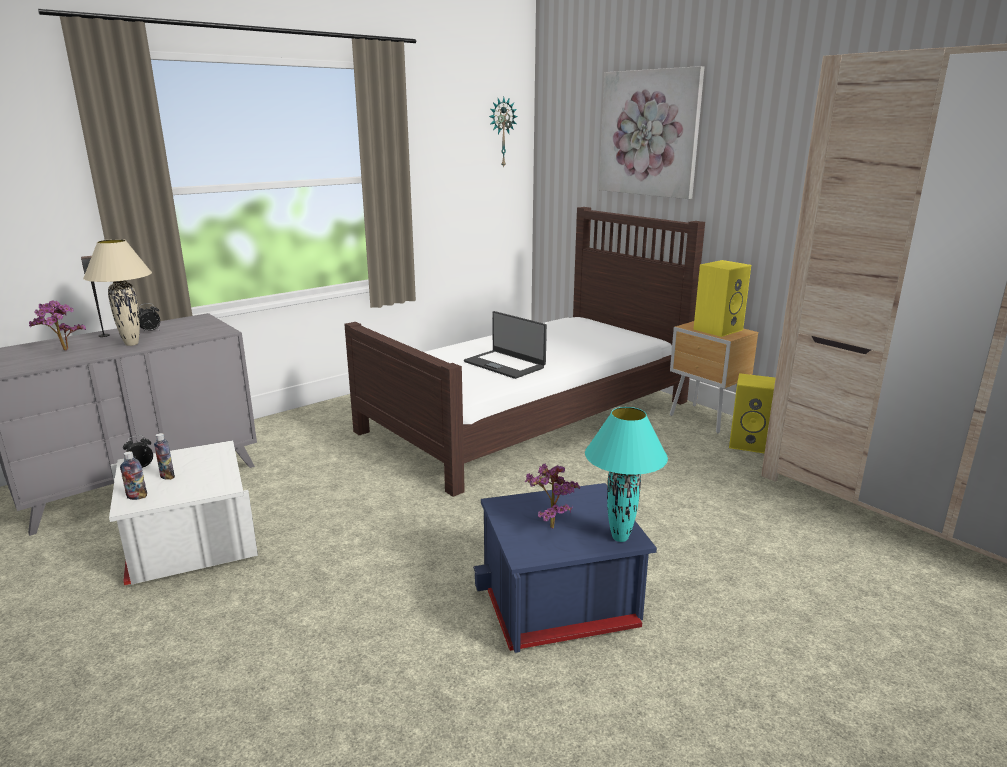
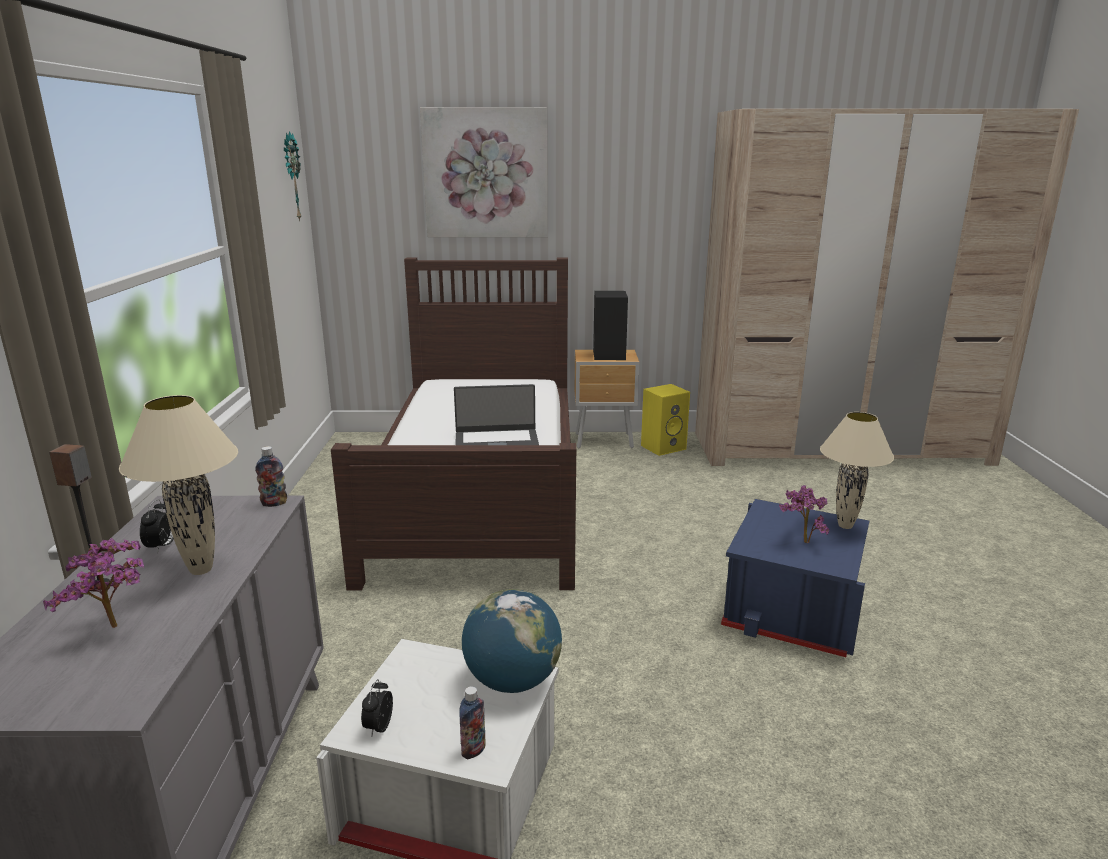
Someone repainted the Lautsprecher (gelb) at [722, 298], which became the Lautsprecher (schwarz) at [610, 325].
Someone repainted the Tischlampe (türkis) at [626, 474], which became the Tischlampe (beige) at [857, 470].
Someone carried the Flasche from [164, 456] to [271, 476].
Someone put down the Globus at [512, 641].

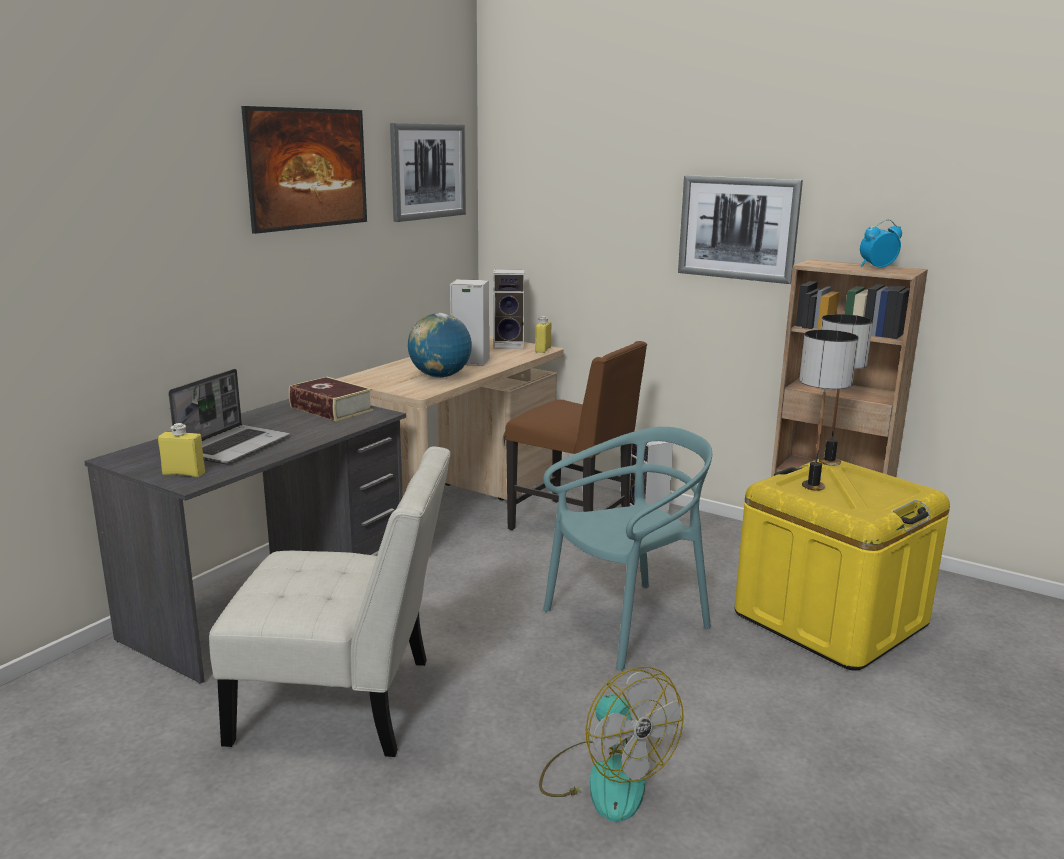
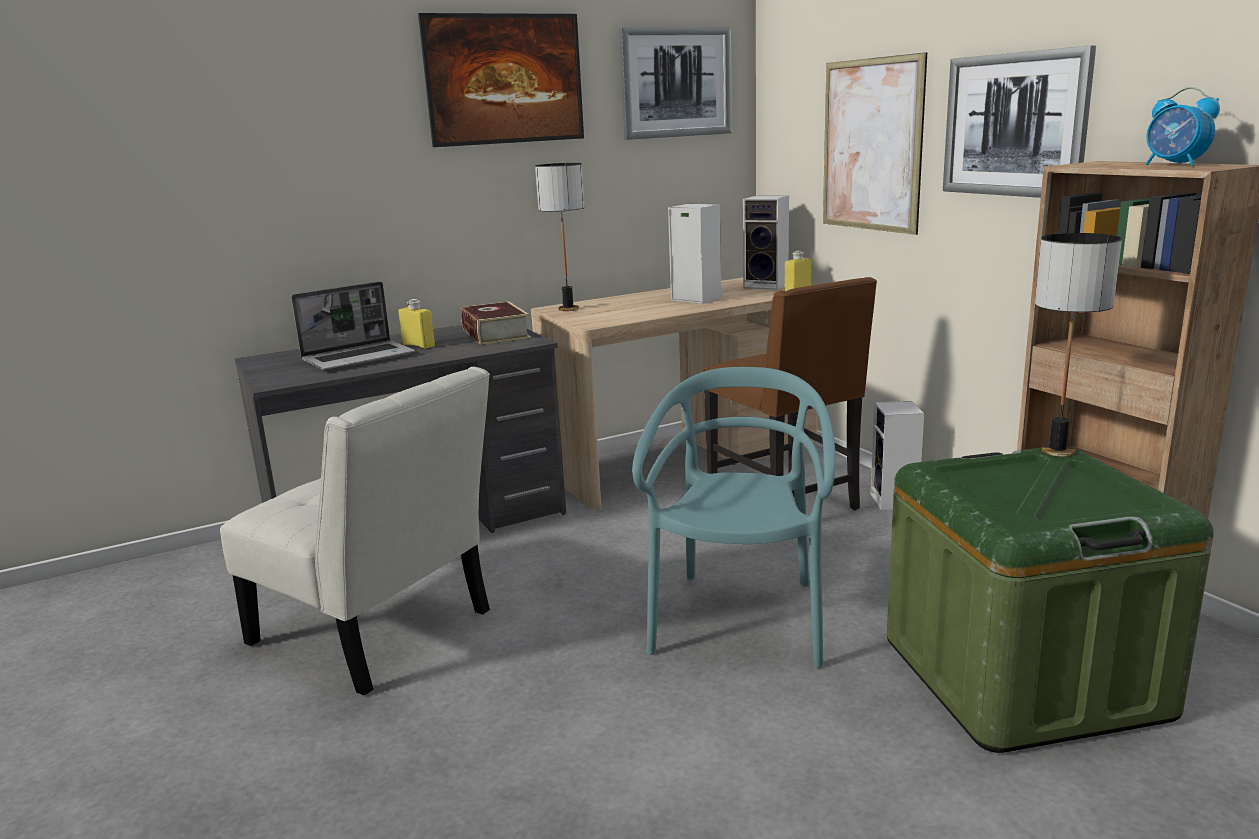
Someone rotated the Wecker at [881, 243] by 135 degrees counterclockwise.
Someone took away the Globus at [440, 345].
Someone carried the Tischlampe from [829, 410] to [560, 237].
Someone carried the Flasche (gelb) from [181, 450] to [416, 324].
Someone rotated the Stuhl (türkis) at [627, 549] by 75 degrees counterclockwise.
Someone repainted the Aufbewahrungsbox (gelb) at [842, 565], which became the Aufbewahrungsbox (grün) at [1050, 599].
Someone took away the Ventilator at [611, 744].
Someone put up the Bild at [875, 143].

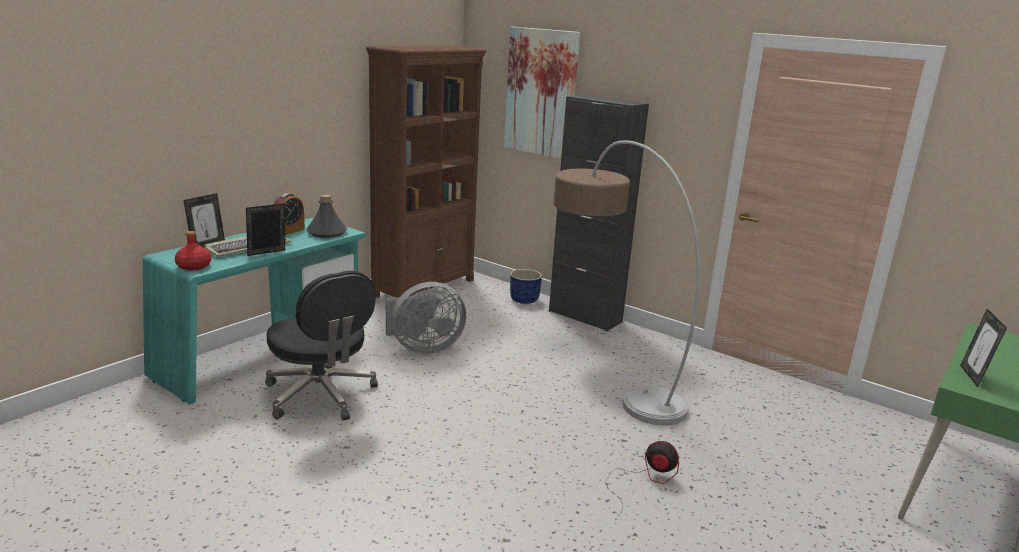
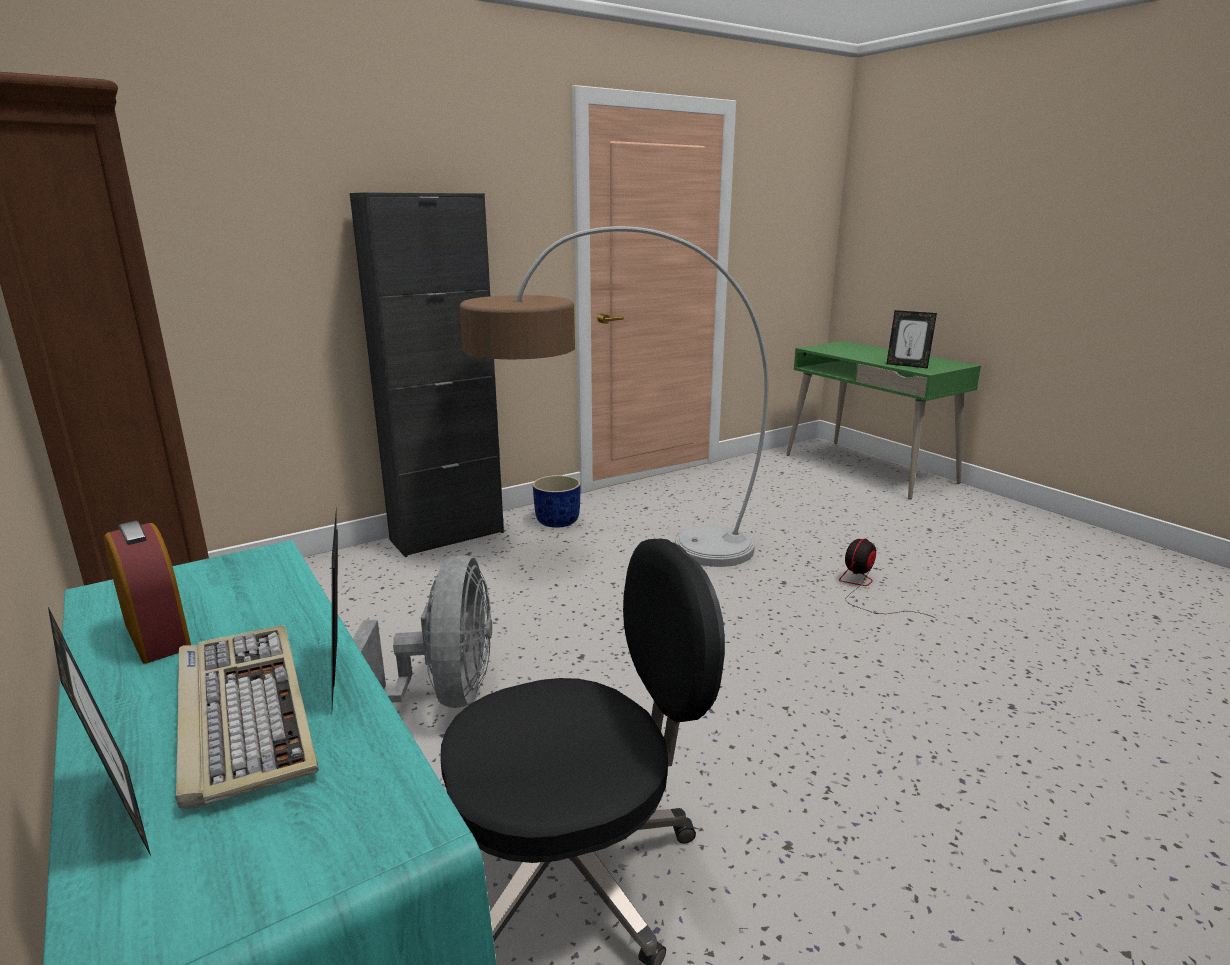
Someone took away the Bild at [542, 93].
Someone took away the Flasche (grau) at [326, 216].
Someone took away the Flasche (rot) at [193, 250].
Someone carried the Pflanzkübel (blau) from [526, 286] to [557, 501].

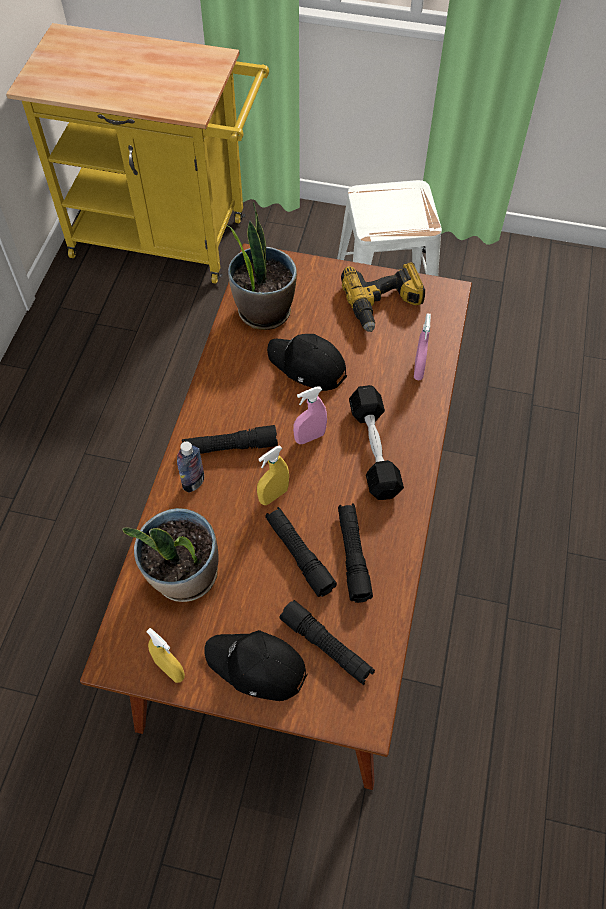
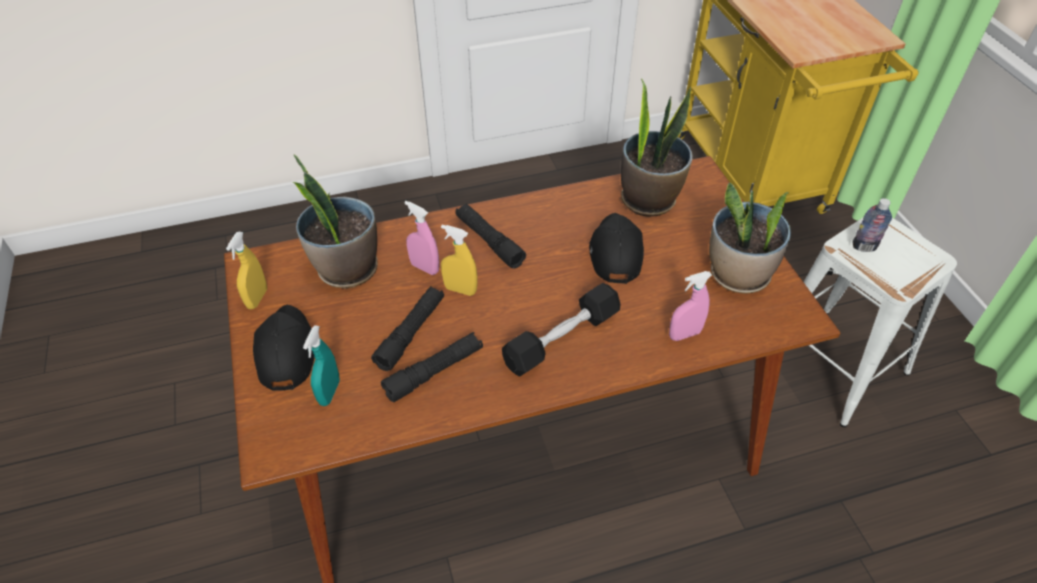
Someone swapped the Bohrmaschine at [383, 297] for the Topfpflanze at [750, 237].
Someone carried the Sprühflasche (rosa) from [310, 415] to [421, 238].
Someone carried the Flasche from [190, 467] to [872, 225].
Someone swapped the Taschenlampe (schwarz) at [327, 642] for the Sprühflasche (türkis) at [321, 365].

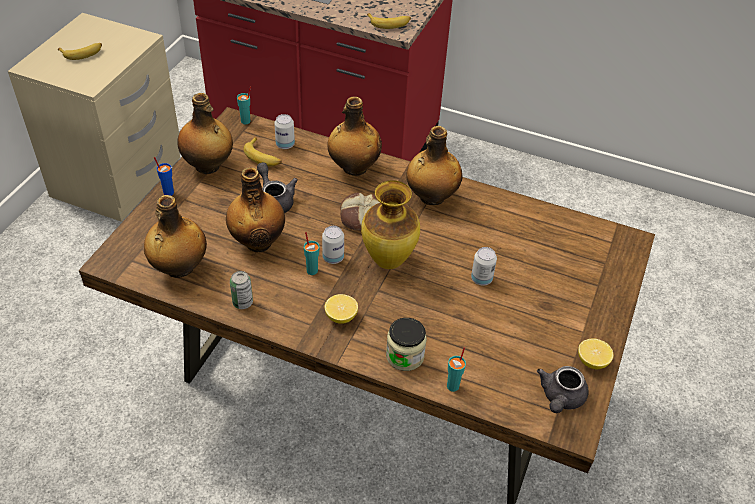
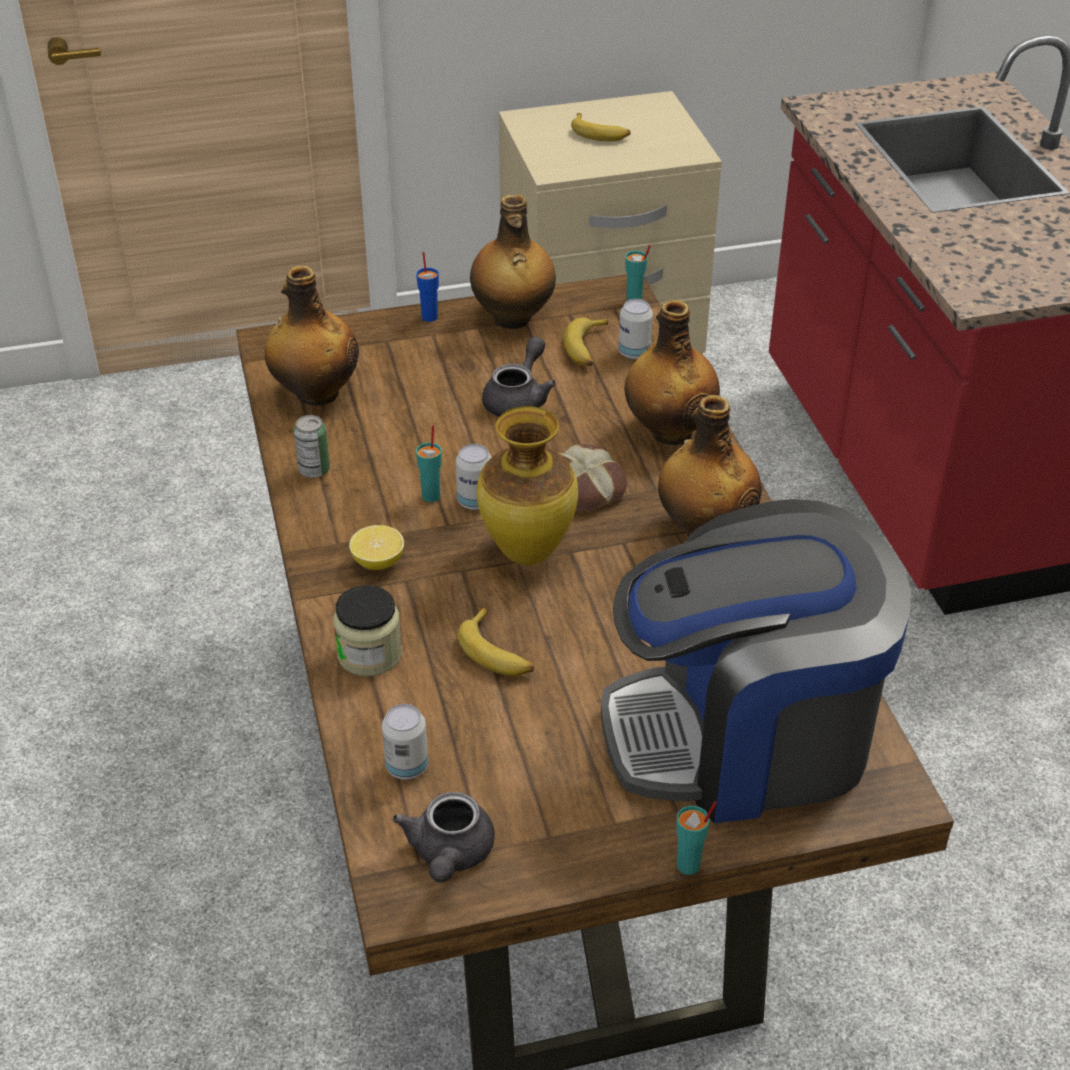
Someone carried the Banane from [389, 21] to [496, 641].
Someone took away the Flasche at [255, 209].
Someone carried the Dose from [484, 266] to [405, 742].
Someone took away the Zitrone at [595, 354].
Someone carried the Tasse (türkis) from [456, 369] to [696, 838].
Someone rotated the Teekanne (grau) at [563, 389] by 75 degrees counterclockwise.
Someone put down the Kaffeemaschine at [756, 661].

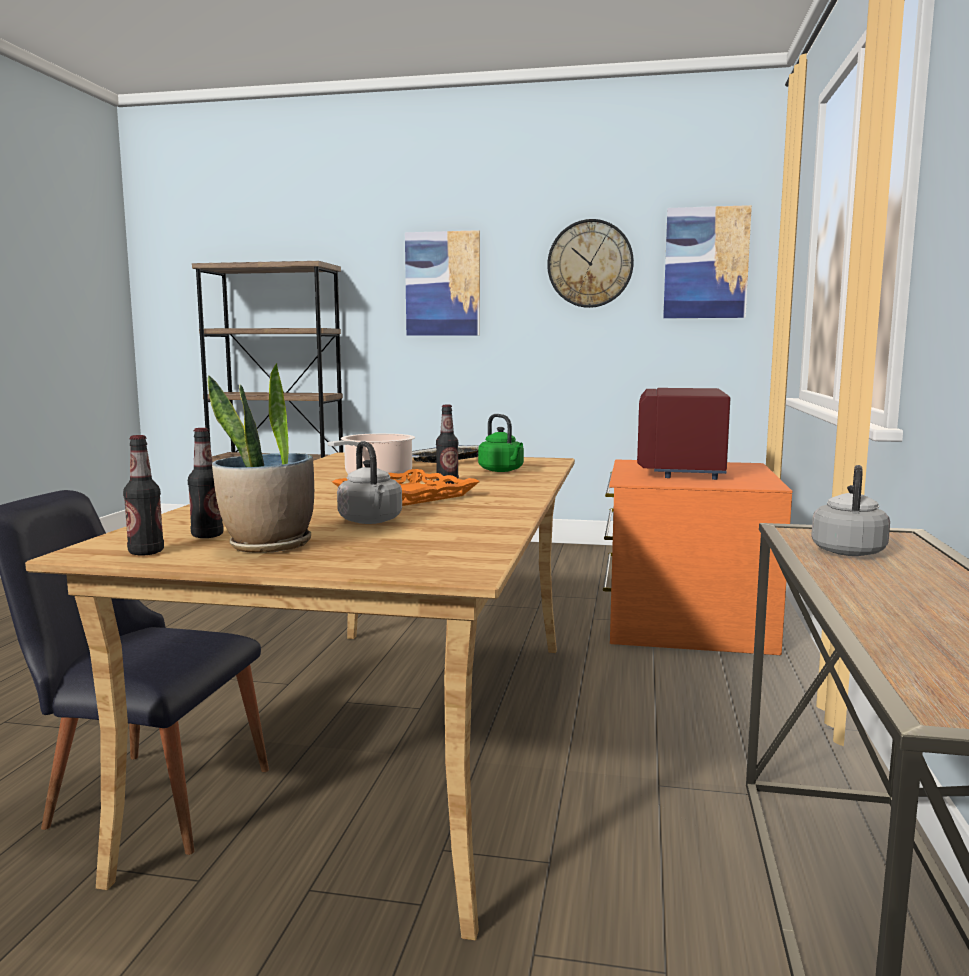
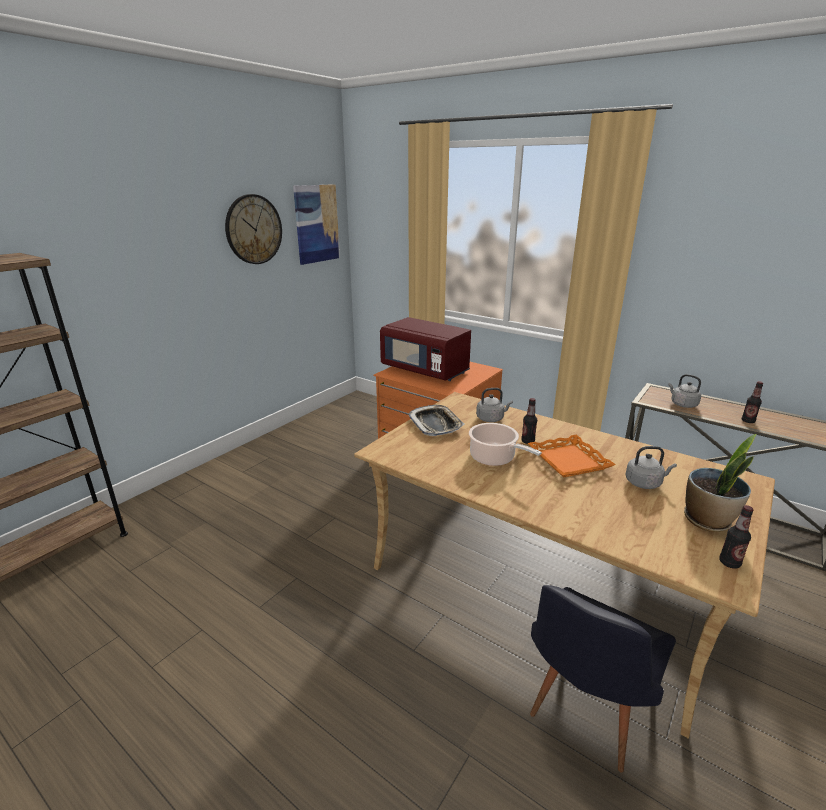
Someone took away the Bild at [442, 283].
Someone repainted the Wasserkessel (grün) at [501, 443], which became the Wasserkessel (grau) at [494, 405].
Someone carried the Flasche from [205, 483] to [752, 402].

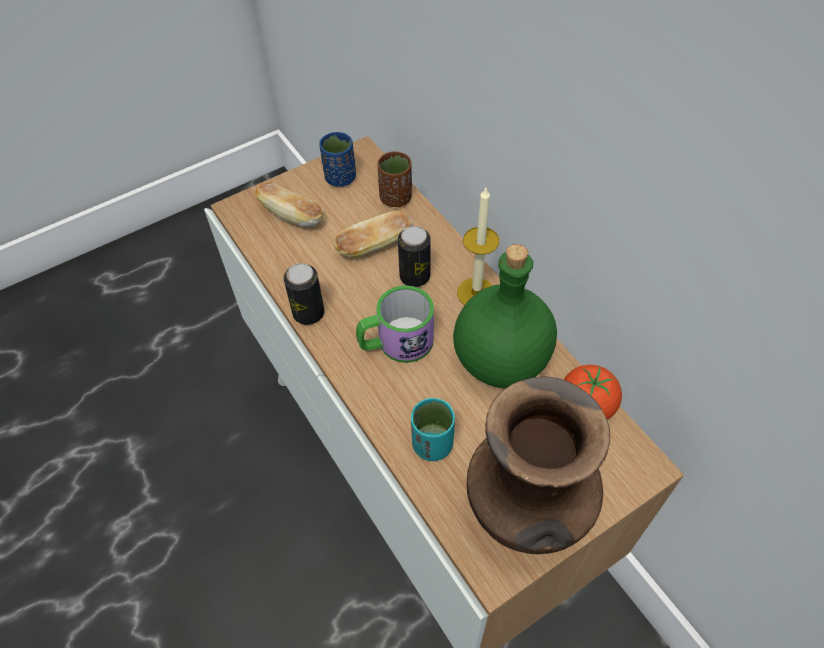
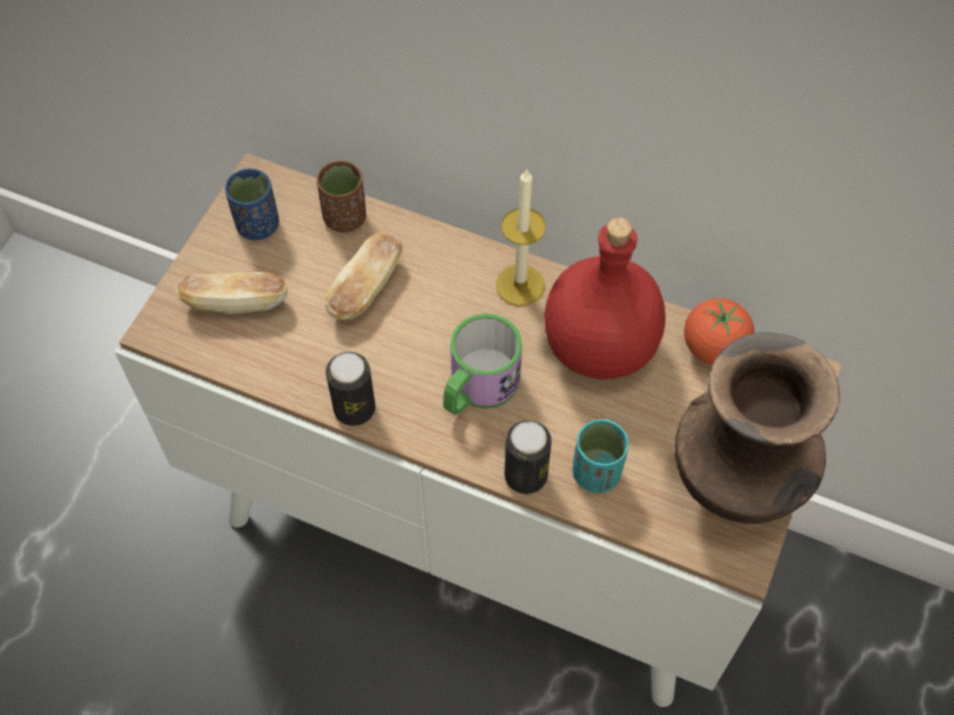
Someone carried the Dose from [414, 256] to [528, 457].
Someone repainted the Flasche (grün) at [505, 316], which became the Flasche (rot) at [605, 298].

